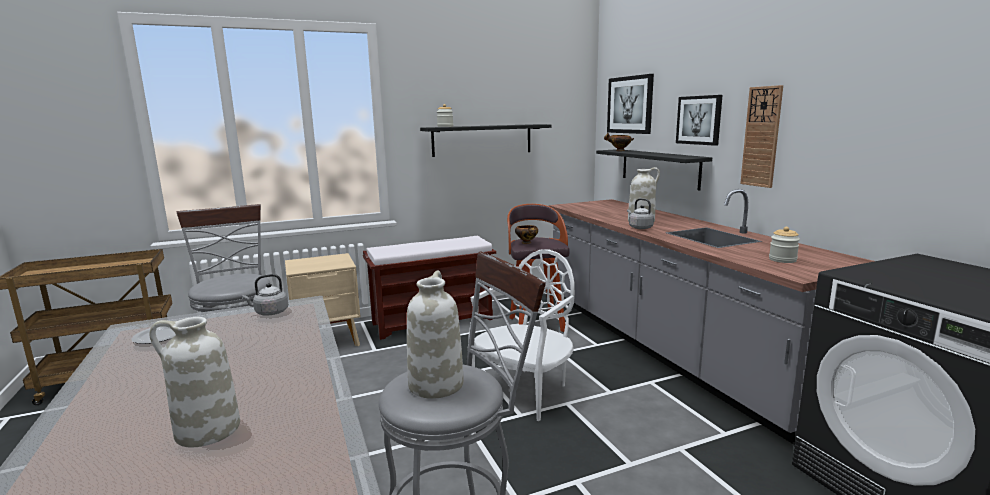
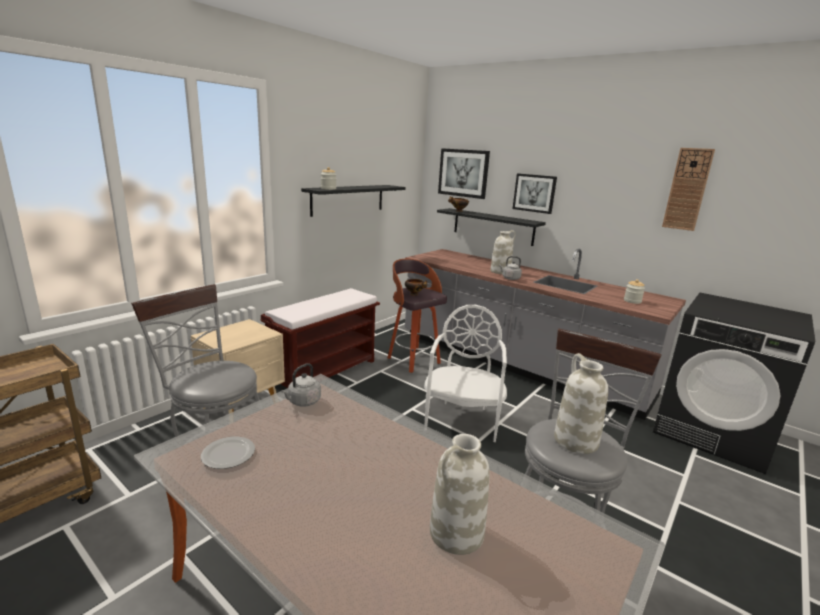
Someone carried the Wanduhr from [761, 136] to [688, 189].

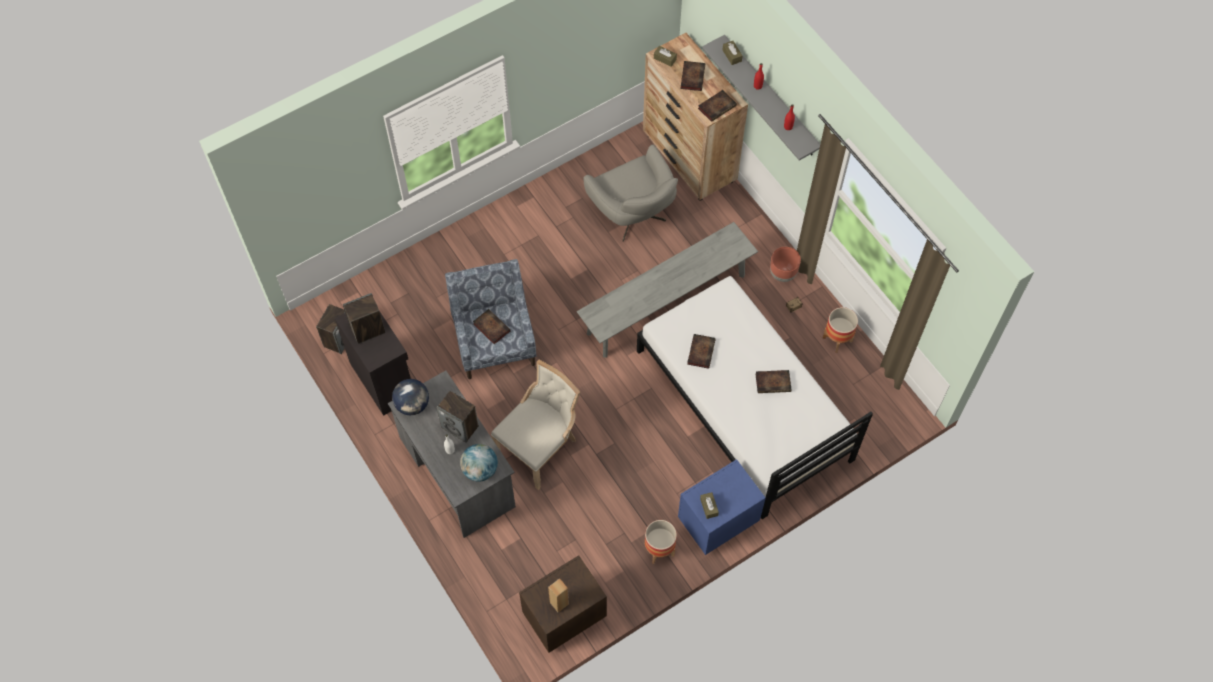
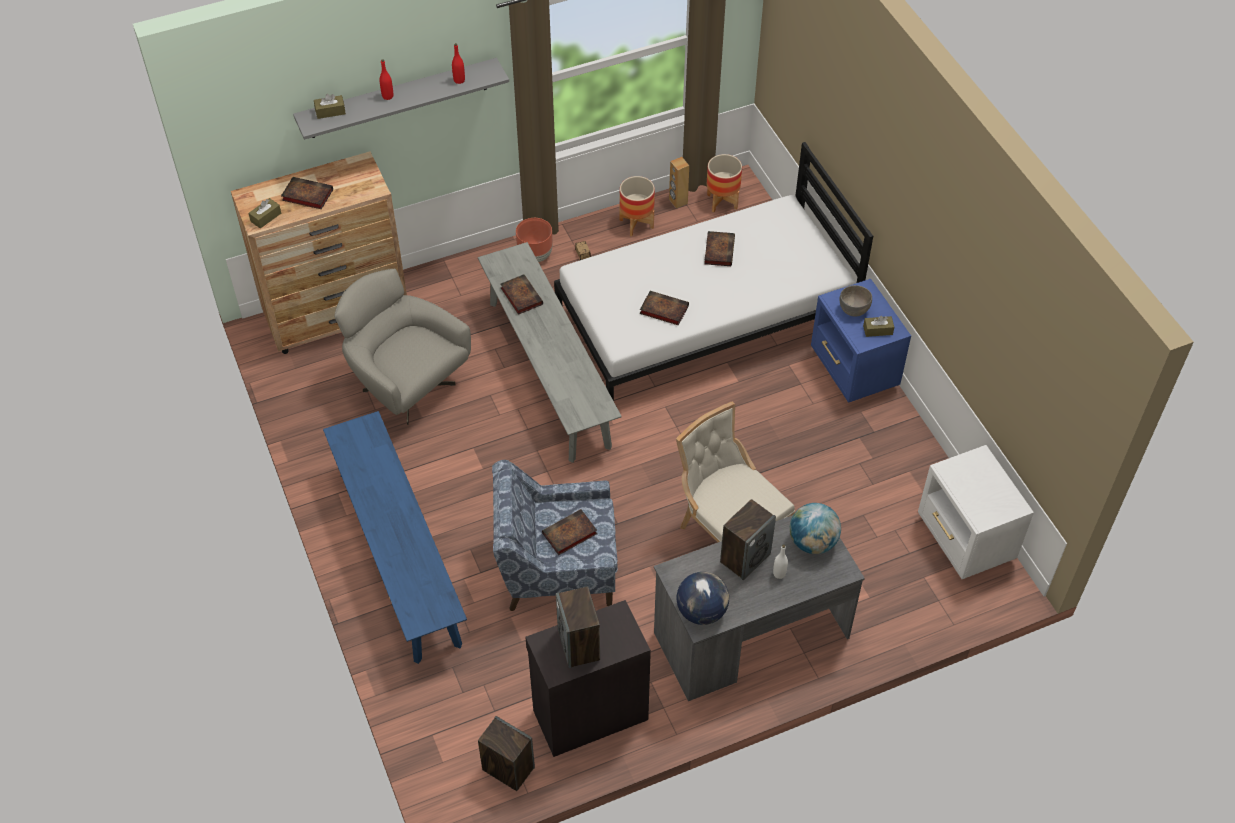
Someone carried the Buch from [717, 106] to [522, 294].
Someone rotated the Sessel (grau) at [631, 193] by 120 degrees counterclockwise.
Someone carried the Pflanzkübel from [661, 542] to [724, 183].
Someone repainted the Nachttisch (braun) at [563, 604], which became the Nachttisch (weiß) at [976, 512].
Someone carried the Lautsprecher (braun) from [558, 595] to [679, 183].
Someone put down the Schüssel (grau) at [856, 300].
Someone put down the Bank (blau) at [395, 537].

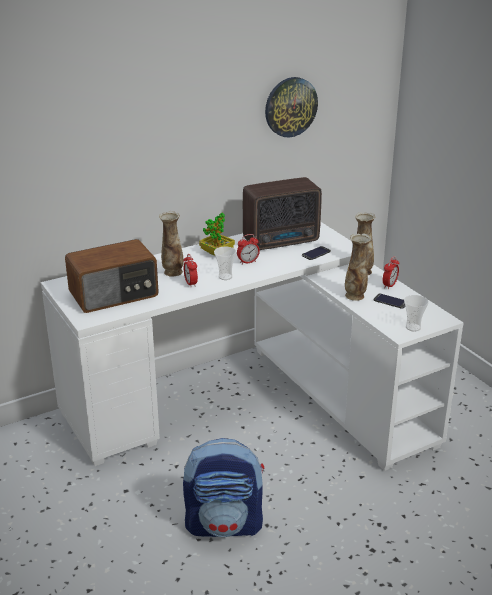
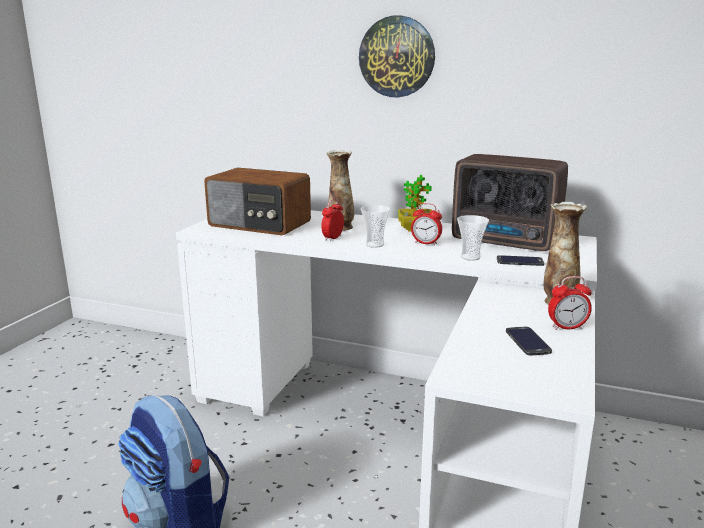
Someone carried the Wanduhr from [291, 107] to [397, 56].
Someone took away the Vase at [358, 267].
Someone carried the Tasse from [416, 313] to [473, 238].

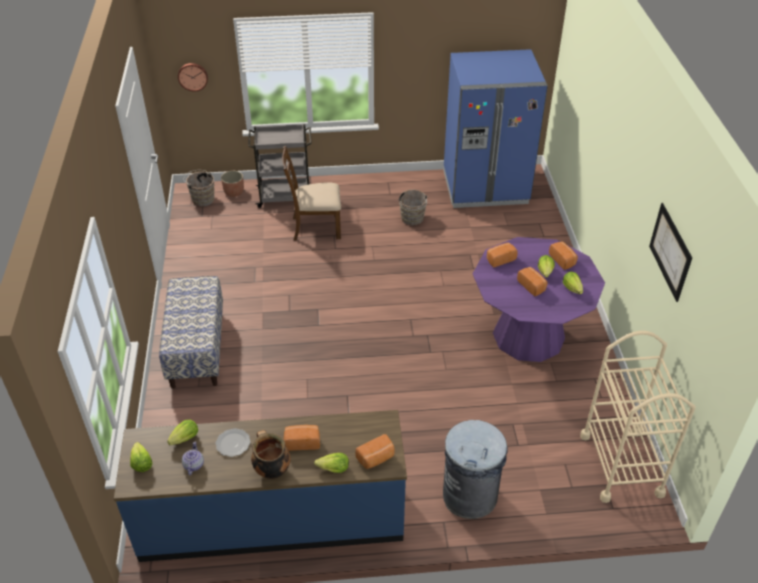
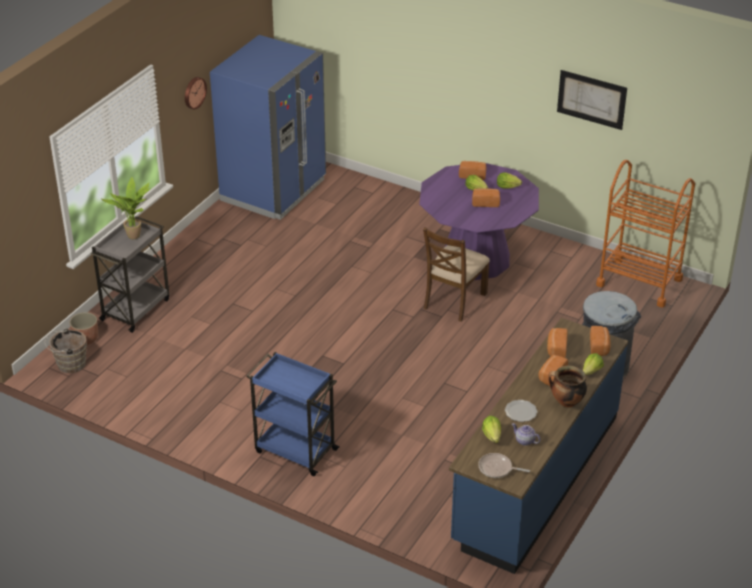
Someone carried the Wanduhr from [193, 77] to [196, 93].
Someone carried the Stuhl (braun) from [311, 193] to [456, 274].
Someone took away the Eimer (braun) at [413, 207].
Someone carried the Brot from [502, 255] to [557, 343].
Someone swapped the Bank at [191, 332] for the Rollwagen (blau) at [293, 414].
Someone repainted the Rollwagen (beige) at [637, 417], which became the Rollwagen (orange) at [645, 234].
Someone swapped the Salatkopf at [141, 457] for the Pfanne at [504, 465].
Someone put down the Topfpflanze at [126, 208].

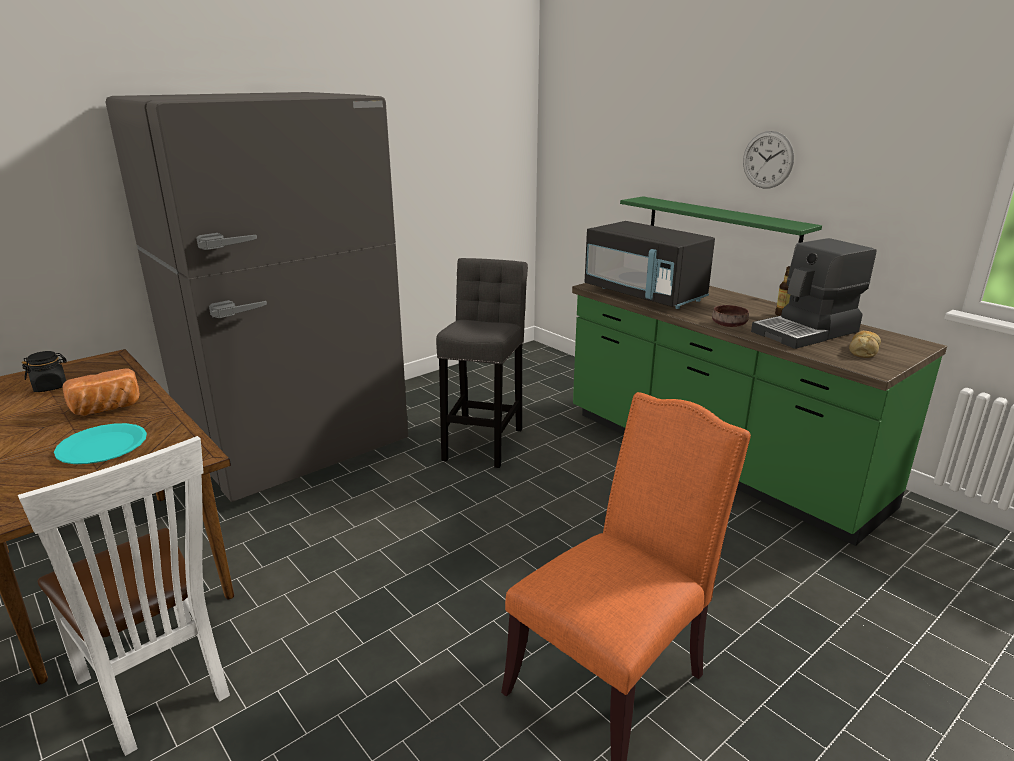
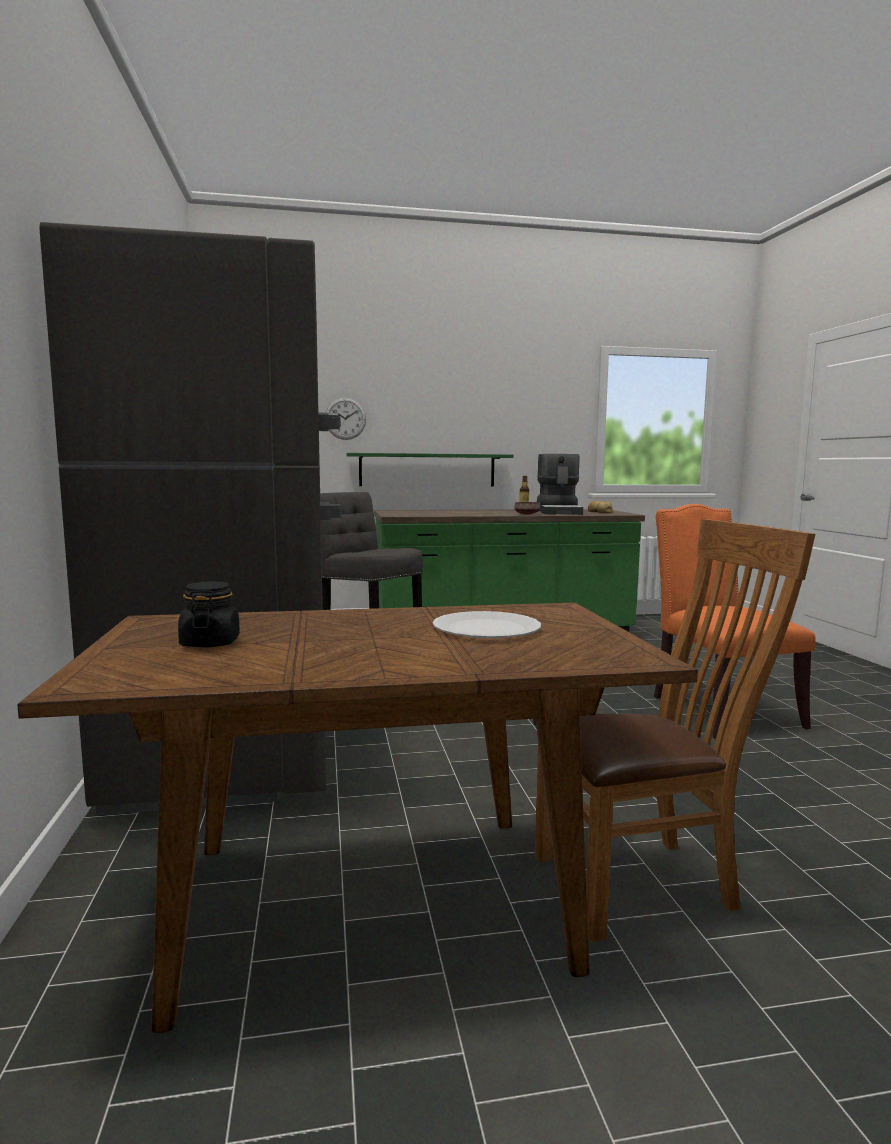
Someone carried the Wanduhr from [768, 160] to [345, 419].
Someone took away the Mikrowelle (schwarz) at [650, 265].
Someone took away the Brot at [101, 392].
Someone repainted the Teller (türkis) at [100, 443], which became the Teller (weiß) at [487, 625].
Someone repainted the Stuhl (weiß) at [124, 596], which became the Stuhl (braun) at [674, 730].

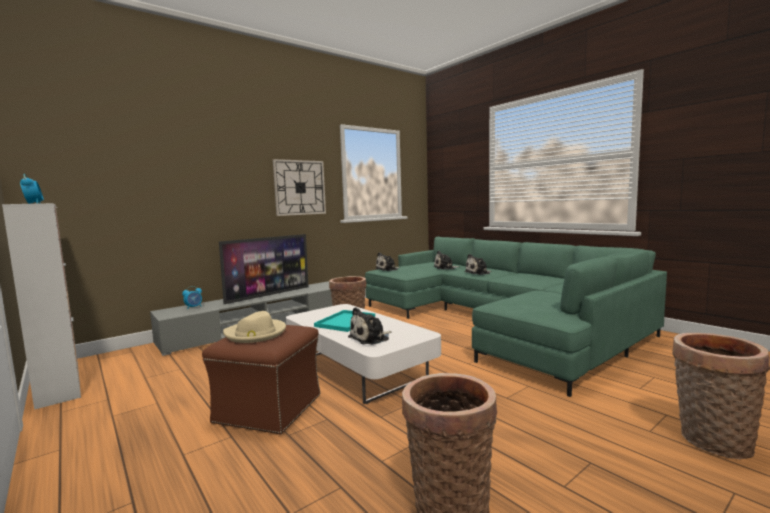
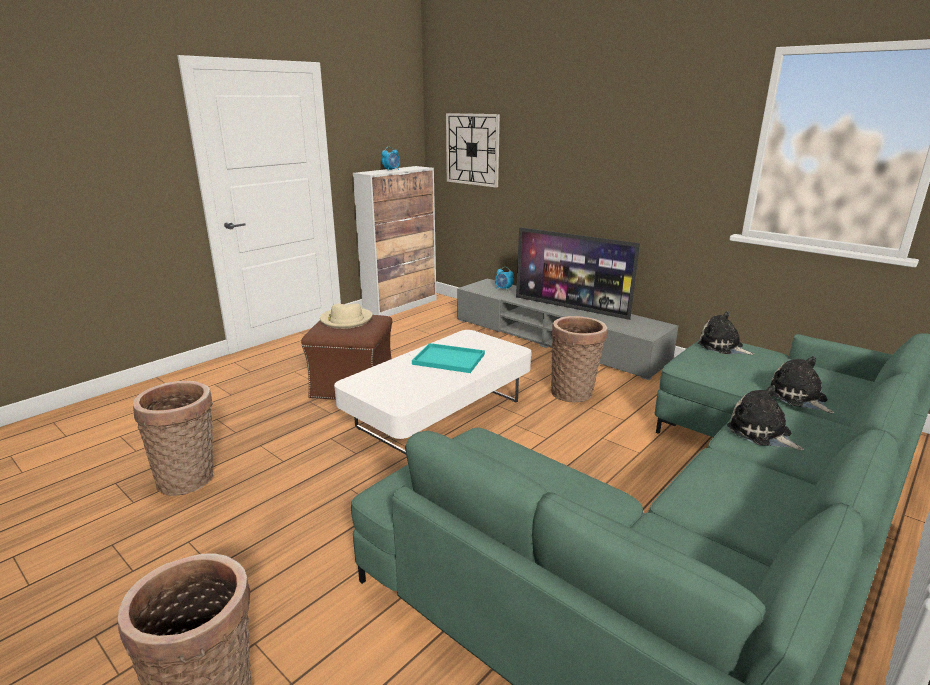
Someone carried the Wanduhr from [299, 187] to [473, 150].
Someone took away the Plüschtier at [369, 326].

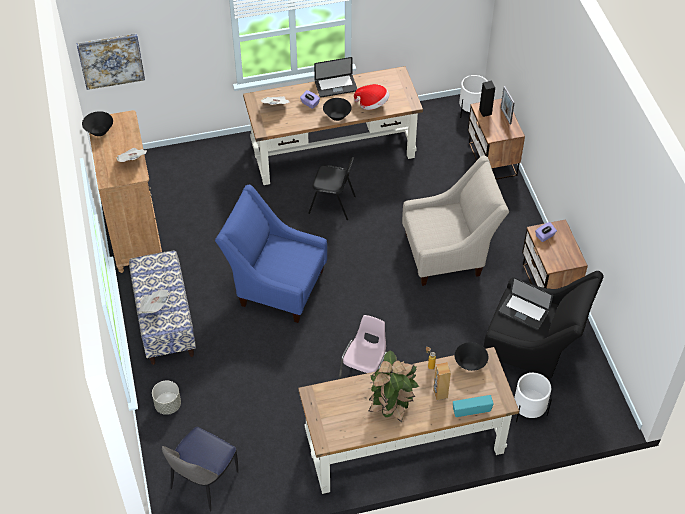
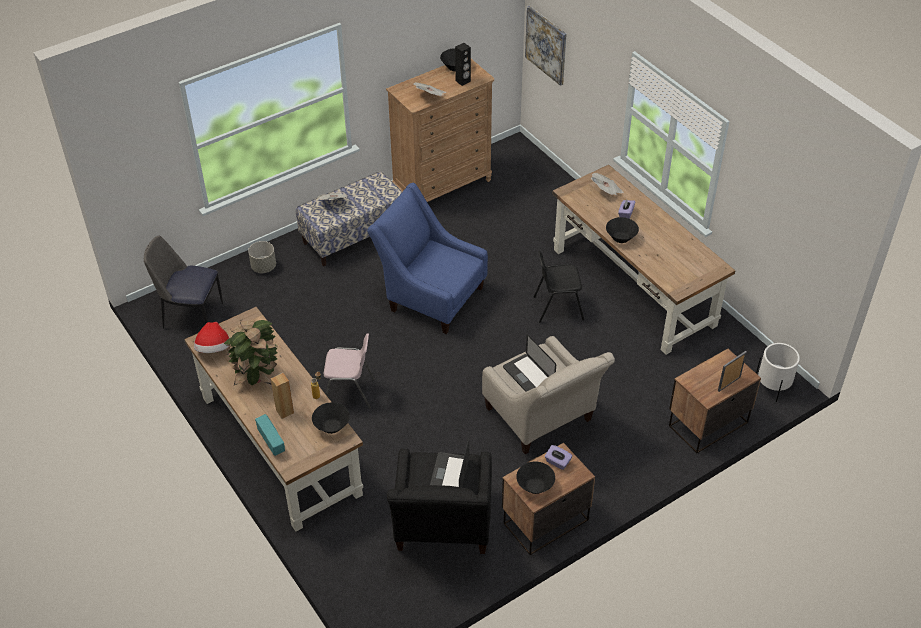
Someone carried the Laptop from [335, 77] to [529, 363].
Someone carried the Lautsprecher (schwarz) from [487, 99] to [463, 64].
Someone carried the Hut from [371, 97] to [211, 337].
Someone rotated the Stuhl (schwarz) at [332, 188] by 90 degrees clockwise.
Someone rotated the Sessel (blau) at [271, 253] by 60 degrees counterclockwise.
Someone took away the Pflanzkübel (weiß) at [533, 397].
Someone put down the Schüssel (schwarz) at [535, 477].

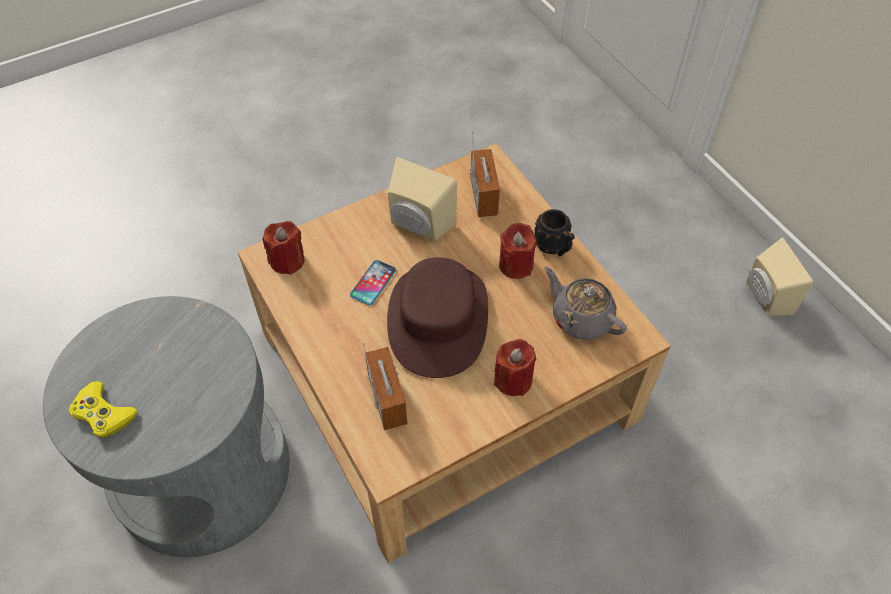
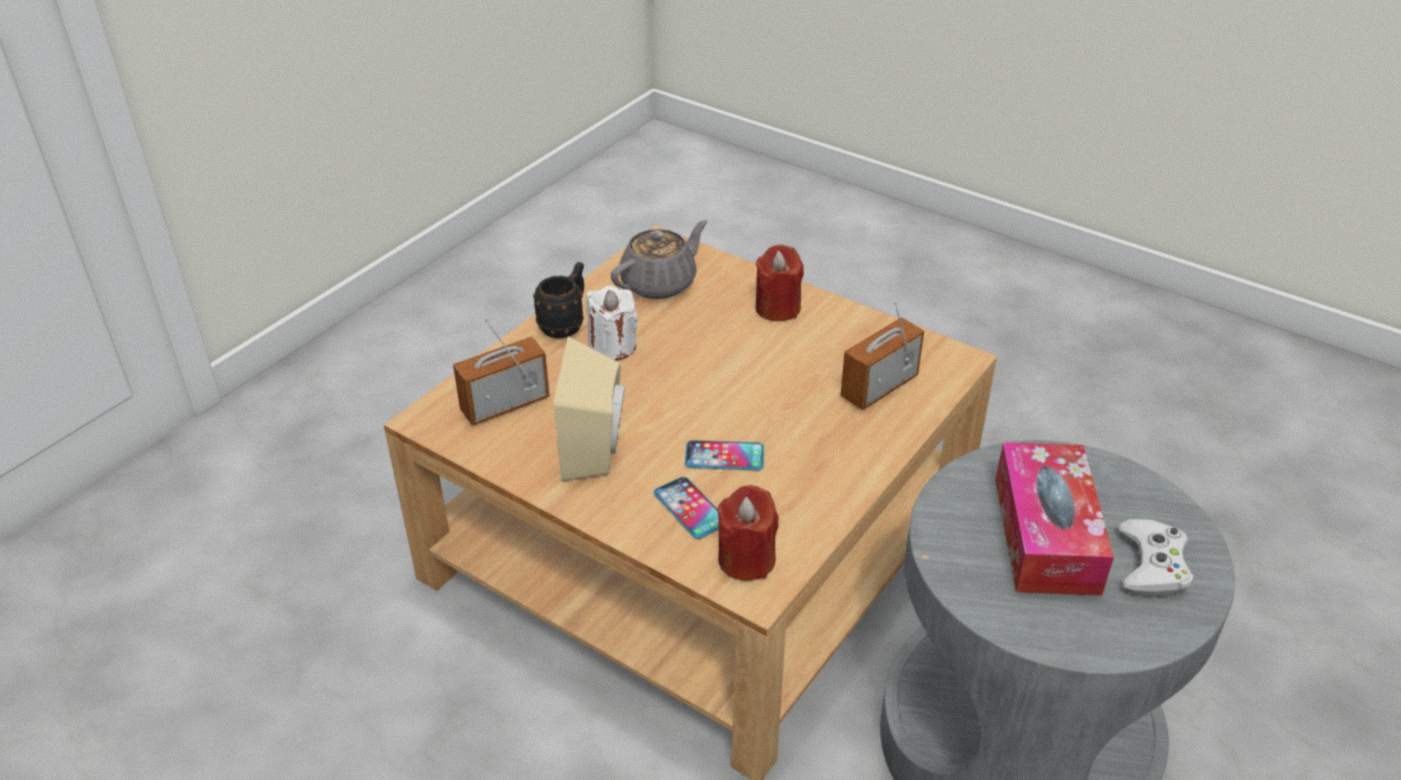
Someone repainted the Kerze (rot) at [518, 251], which became the Kerze (weiß) at [612, 323].
Someone took away the Lautsprecher (beige) at [779, 277].
Someone took away the Hut (braun) at [437, 317].
Someone rotated the Teekanne (grau) at [586, 303] by 150 degrees counterclockwise.
Someone repainted the Gamepad (gelb) at [103, 409], which became the Gamepad (weiß) at [1156, 558].
Someone put down the Taschentuchbox at [1054, 519].
Someone put down the Handy at [686, 508].

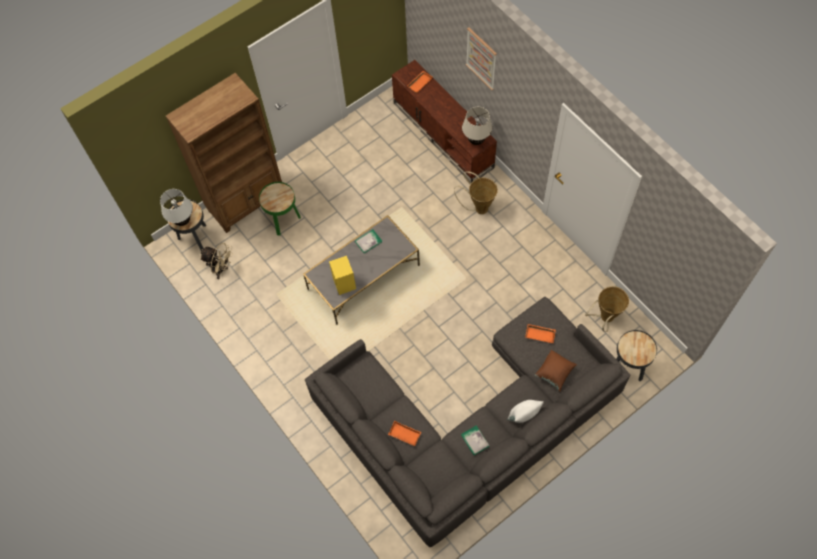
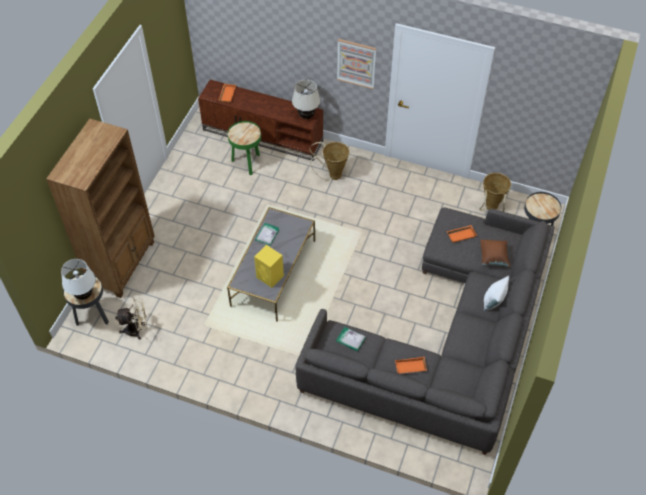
Someone carried the Bild from [481, 59] to [356, 64].
Someone carried the Beistelltisch (grün) from [280, 209] to [244, 148].
Someone carried the Buch from [475, 440] to [350, 339].

